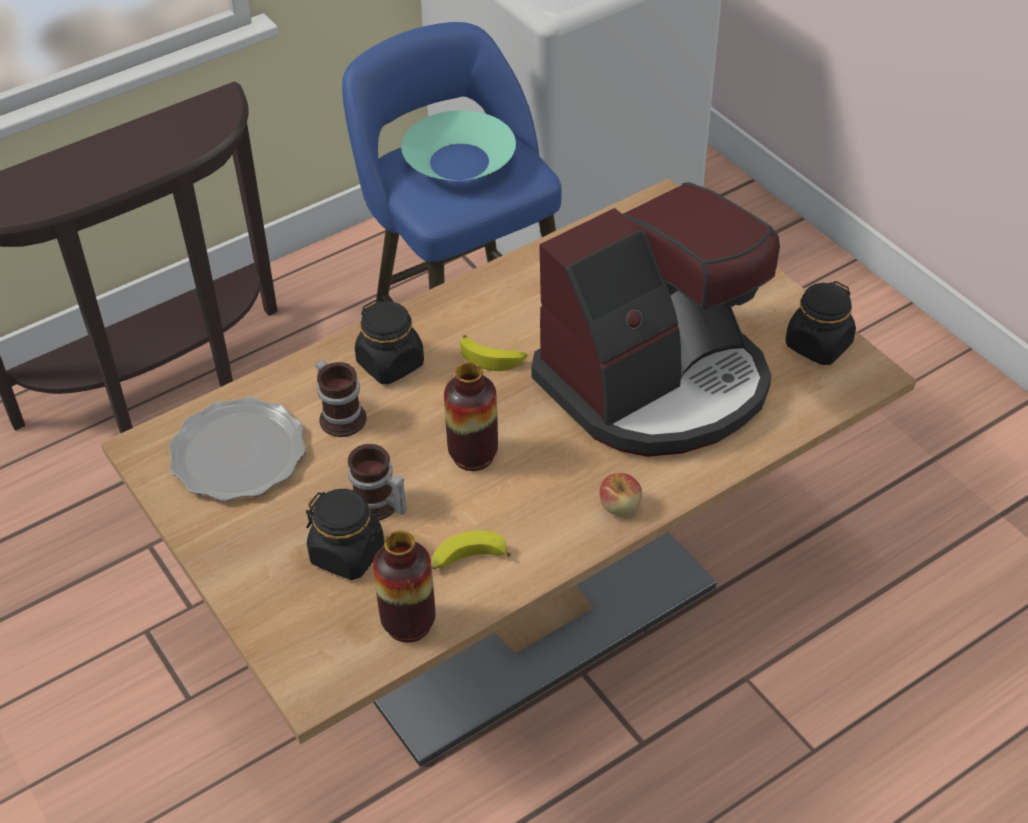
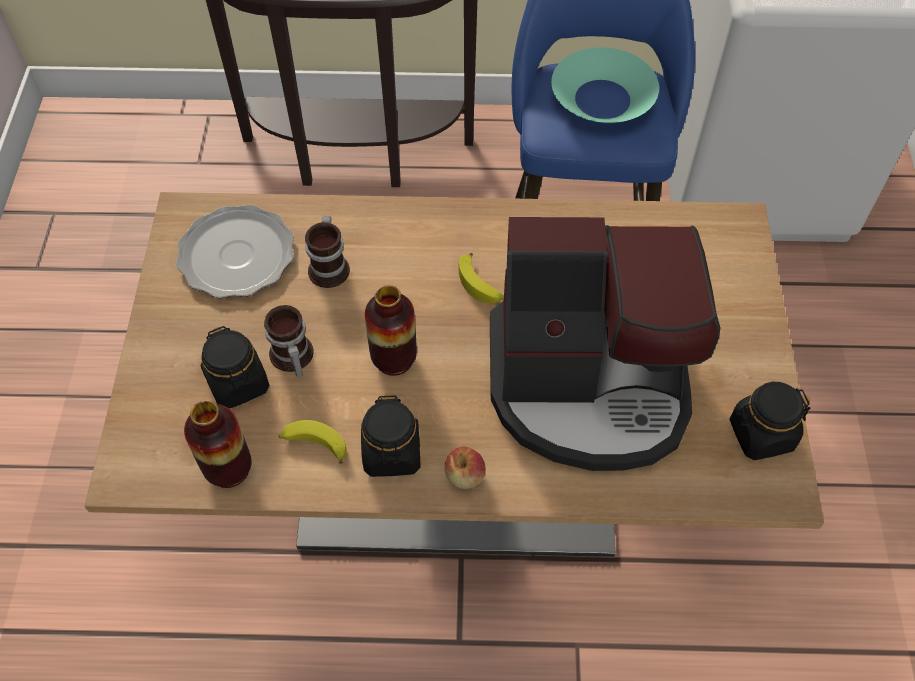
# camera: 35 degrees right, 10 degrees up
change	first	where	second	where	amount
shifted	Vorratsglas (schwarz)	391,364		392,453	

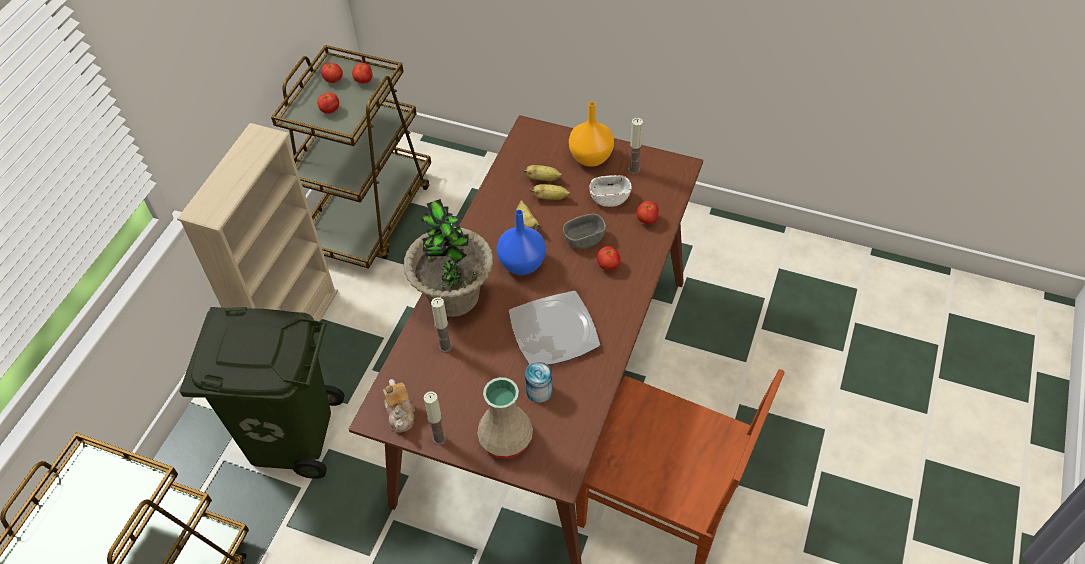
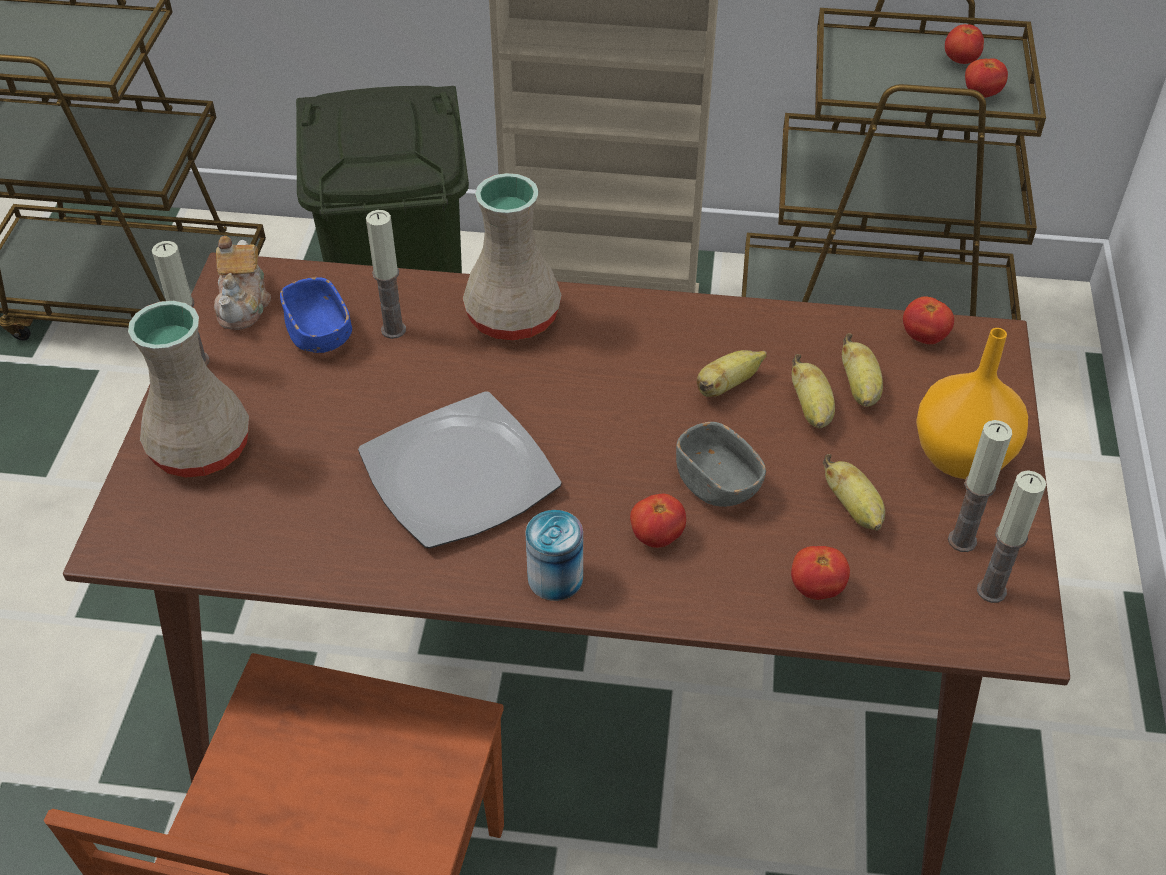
# camera: 75 degrees right, 5 degrees down
change	first	where	second	where	amount
shifted	Tomate	330,110		924,337	
swapped	Schüssel (weiß)	609,198	Banane	854,509	
swapped	Topfpflanze	453,296	Vase (beige)	510,317	
gone	Vase (blau)	523,264			
shifted	Dose	539,391		555,578	
rotated	Teekanne	401,413		244,304	60 degrees counterclockwise
new			Schüssel (blau)	319,334	
new			Kerze	991,591	

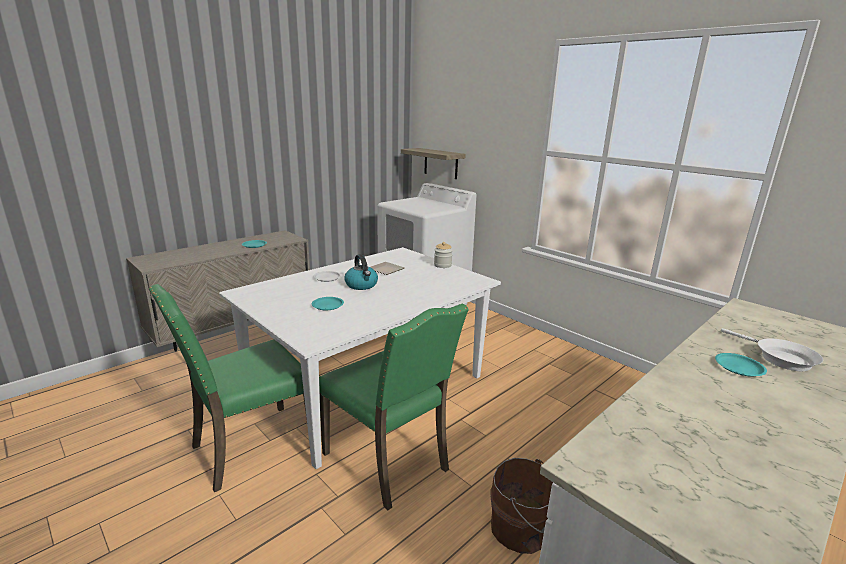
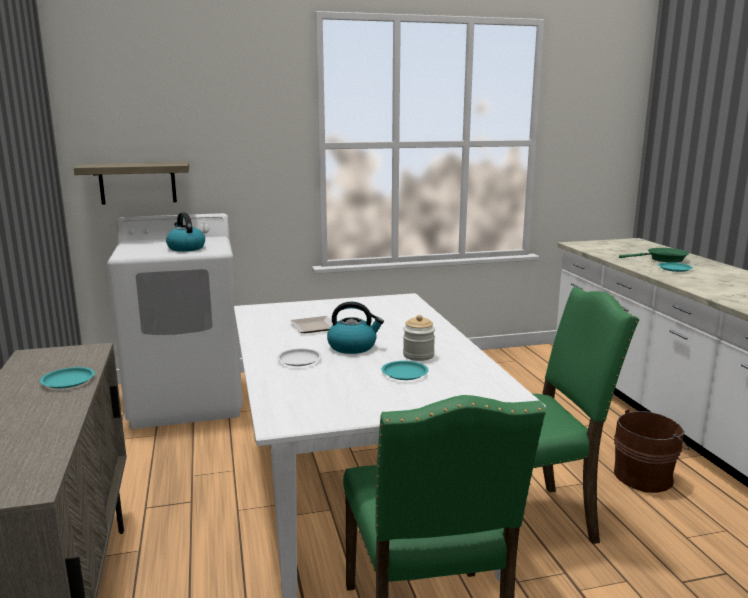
# camera: 60 degrees left, 5 degrees down
change	first	where	second	where	amount
shifted	Vorratsglas	442,265		418,355	
repainted	Pfanne (weiß)	779,358	Pfanne (grün)	663,259	
new			Wasserkessel	185,248	

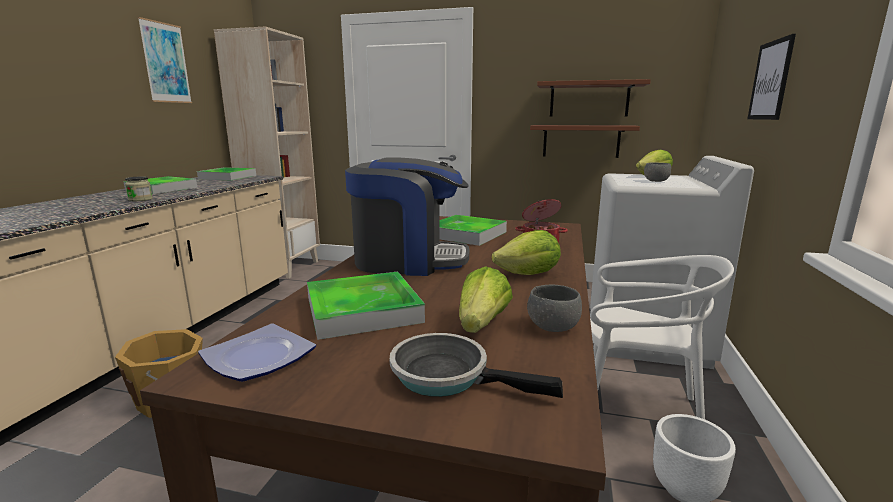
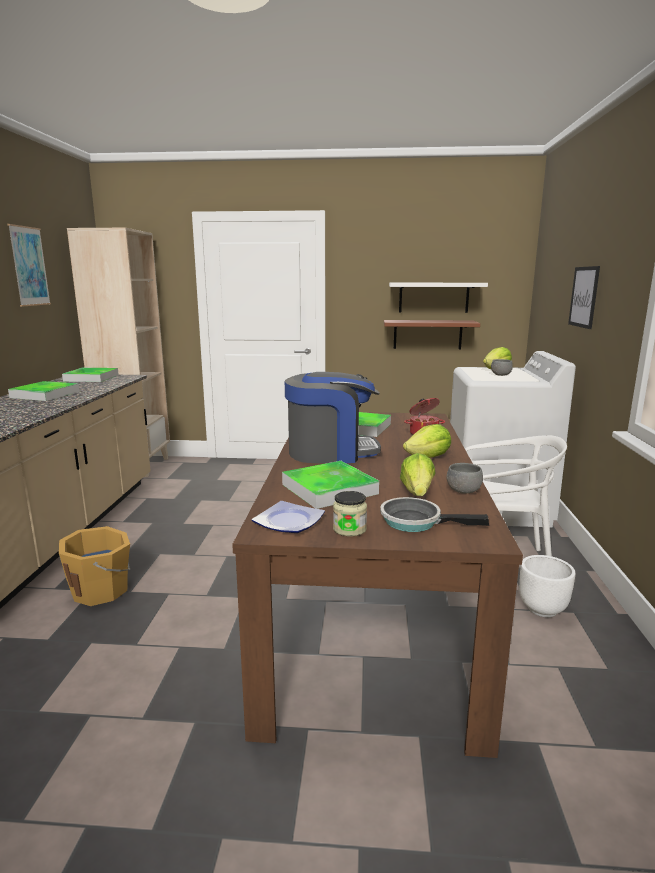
# camera: 10 degrees left, 0 degrees up
change	first	where	second	where	amount
repainted	Wandregal (braun)	589,100	Wandregal (weiß)	433,297	
shifted	Vorratsglas	140,199		349,529	

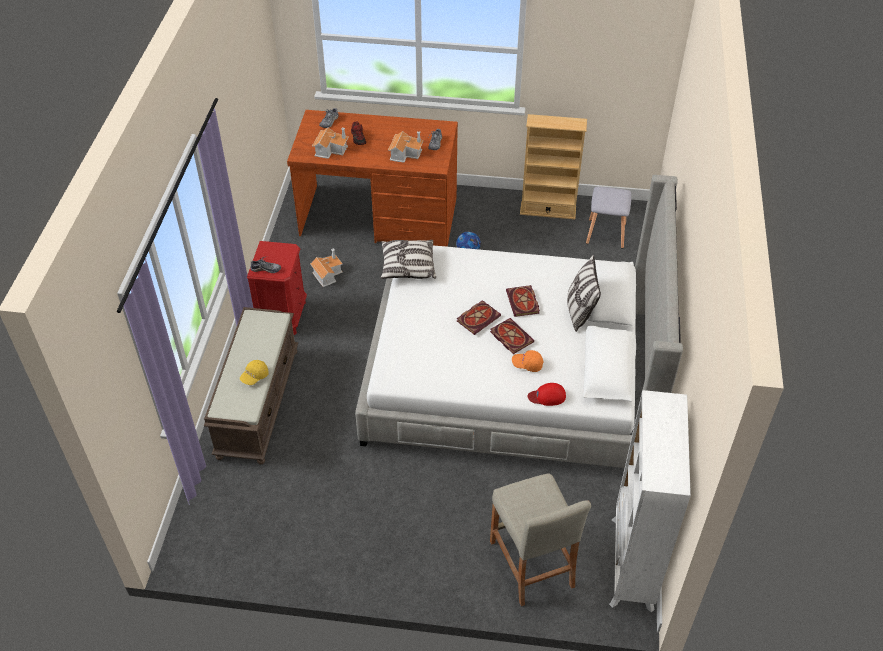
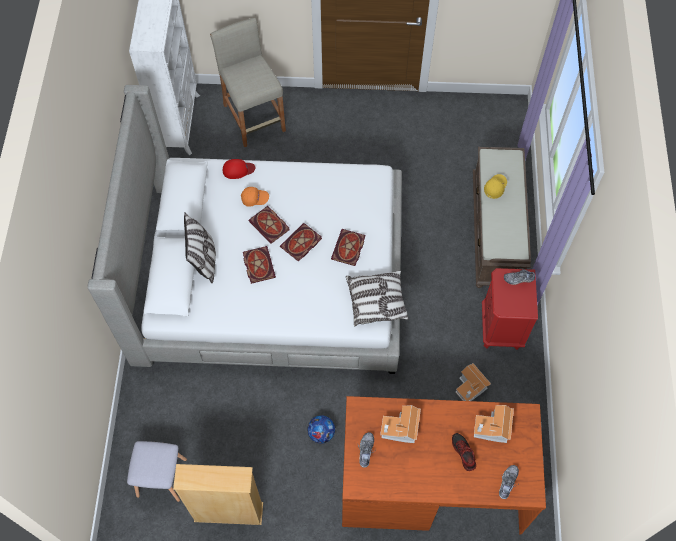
# camera: 175 degrees right, 15 degrees up
change	first	where	second	where	amount
new			Buch	349,249	

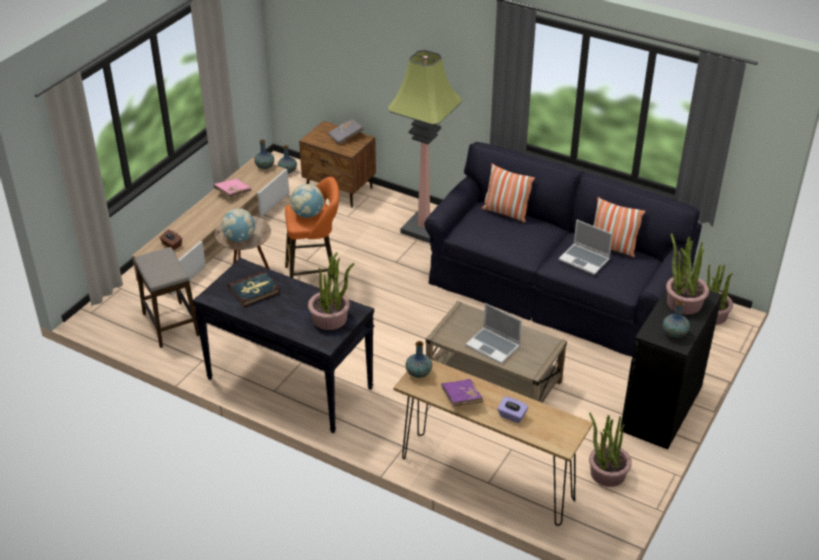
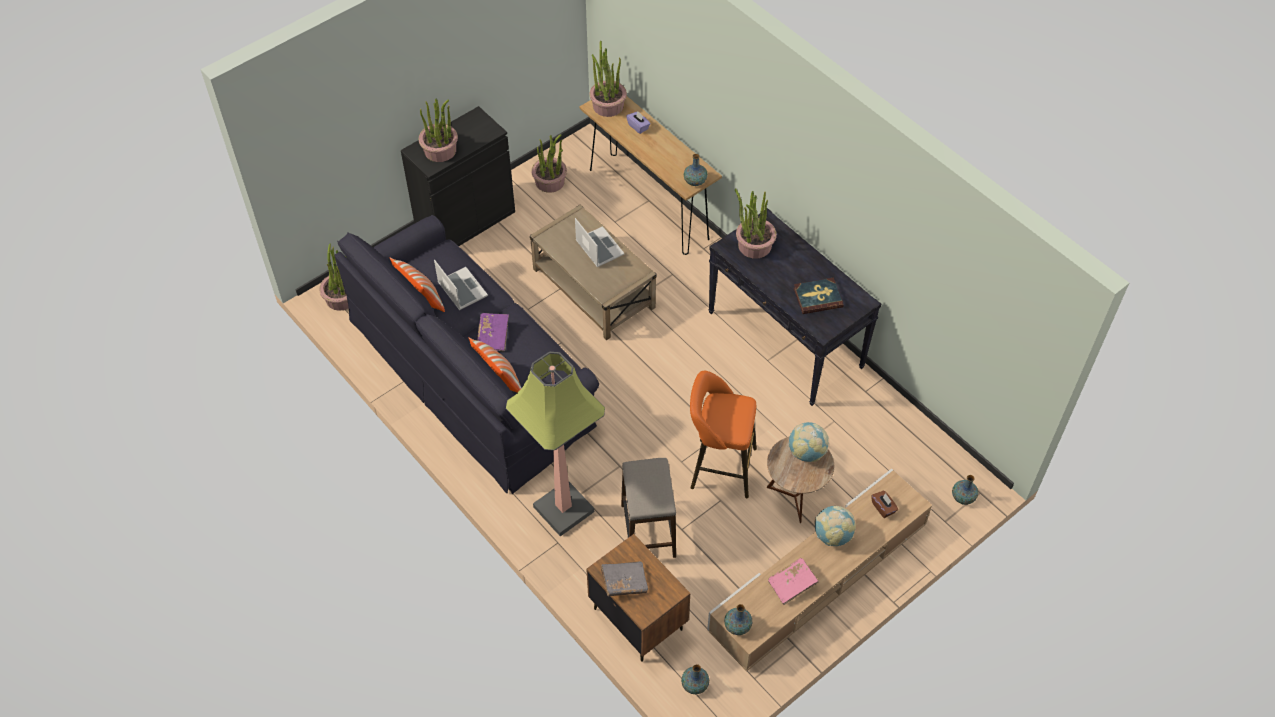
# camera: 160 degrees left, 15 degrees up
change	first	where	second	where	amount
shifted	Globus	307,214		832,535	
shifted	Hocker	170,325		648,530	
shifted	Vase	674,334		963,497	
shifted	Buch (lila)	461,398		493,336	
new			Topfpflanze	608,105	

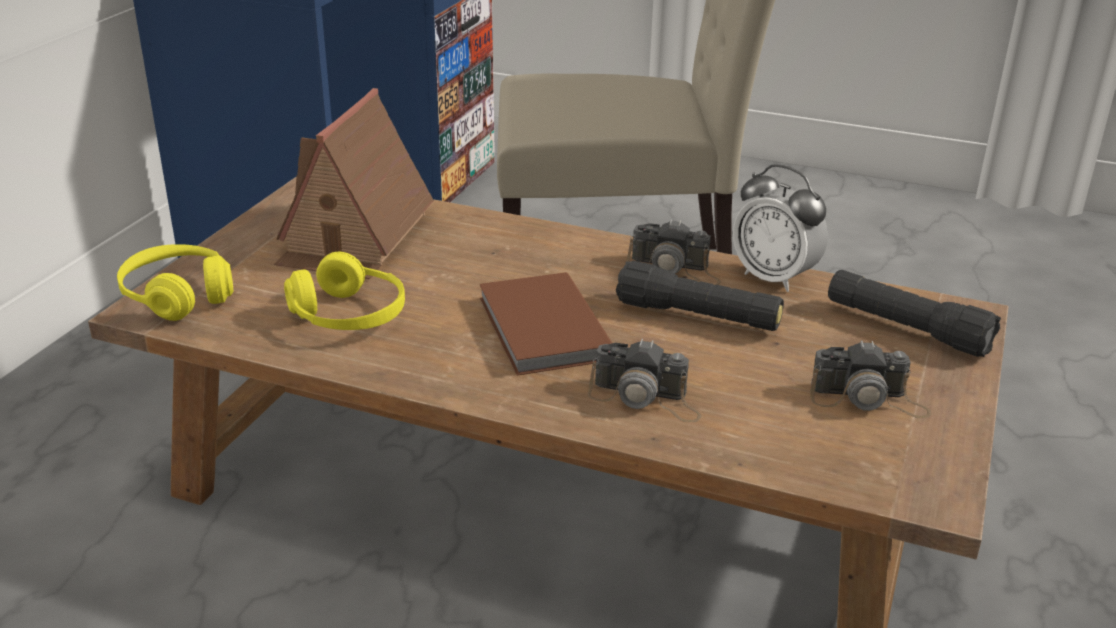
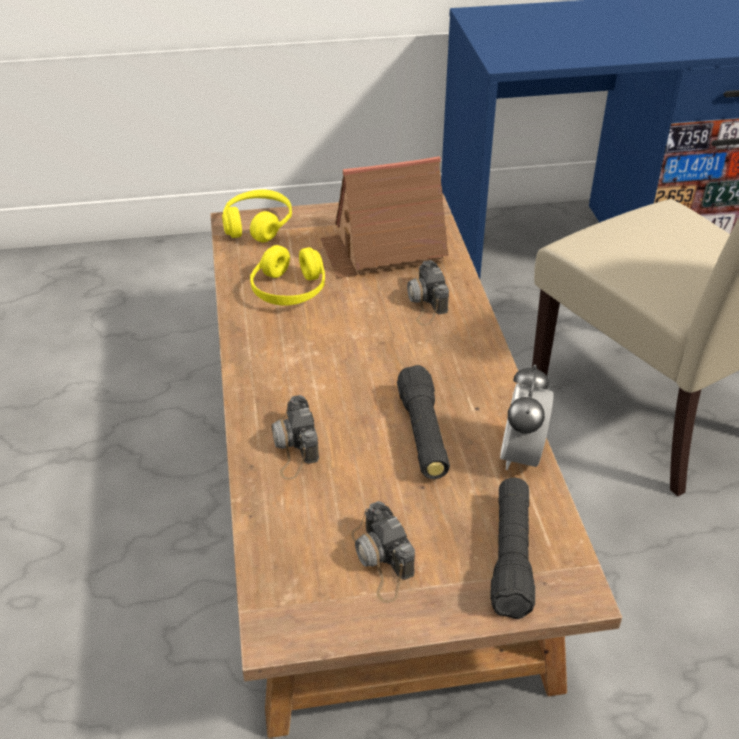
# camera: 60 degrees right, 10 degrees up
change	first	where	second	where	amount
shifted	Kamera	674,269		425,301	
gone	Buch (braun)	541,329			

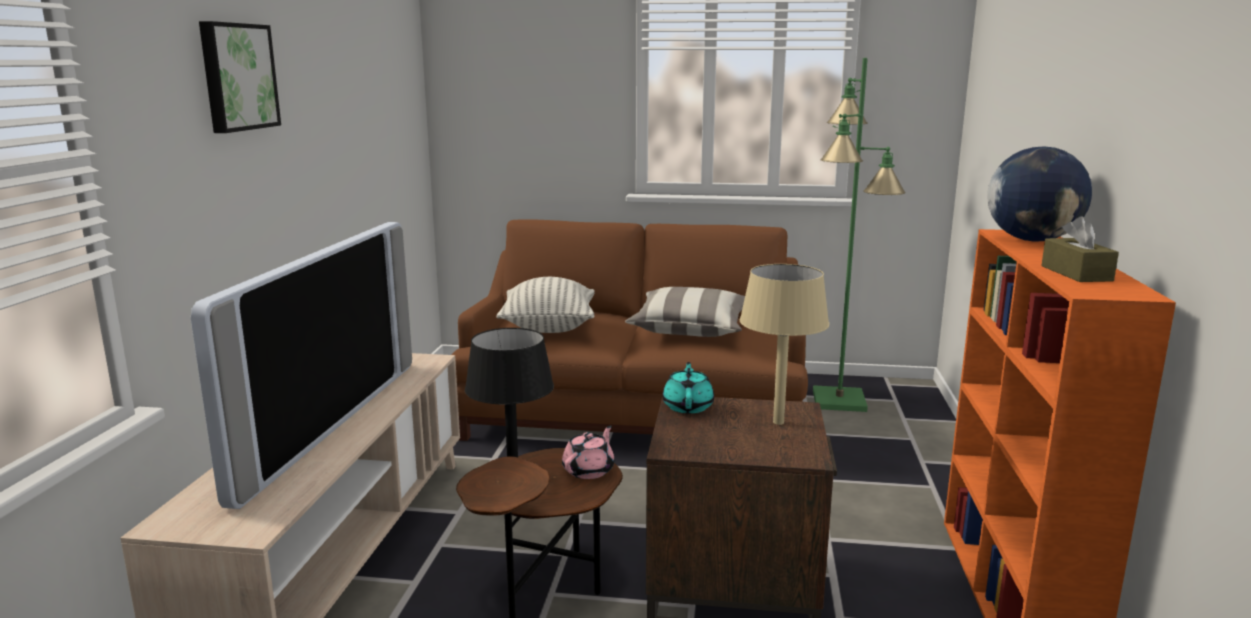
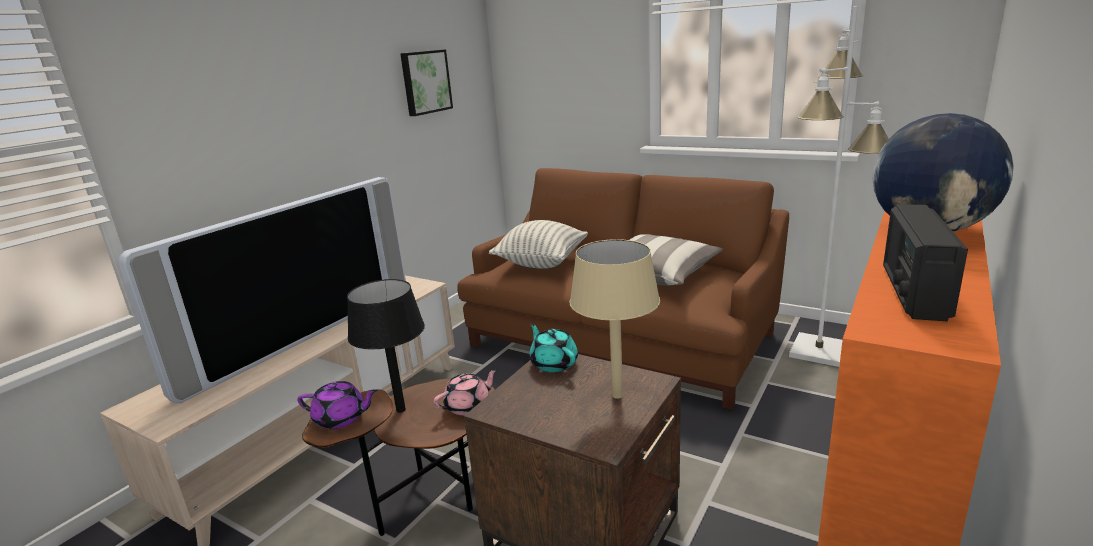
# camera: 25 degrees right, 5 degrees up
change	first	where	second	where	amount
shifted	Bild	237,77		425,82	
repainted	Stehlampe (grün)	839,400	Stehlampe (weiß)	819,351	
swapped	Taschentuchbox (braun)	1076,273	Radio	913,291	
rotated	Teekanne (türkis)	688,406		553,363	60 degrees counterclockwise
new			Teekanne (lila)	341,418	

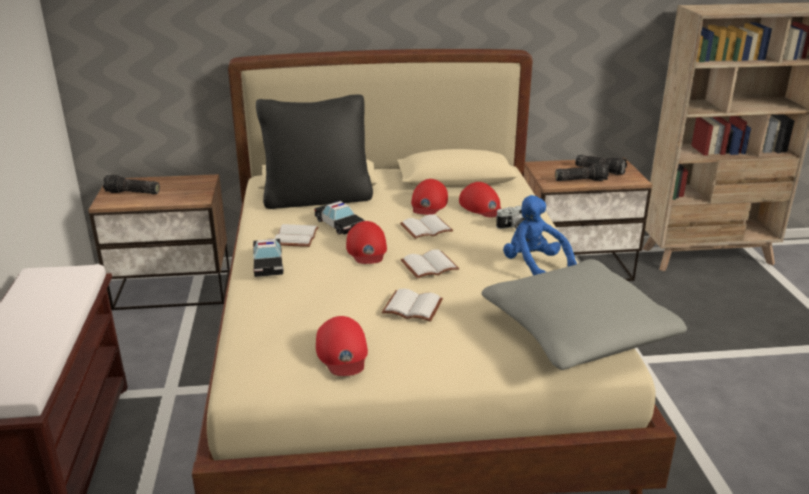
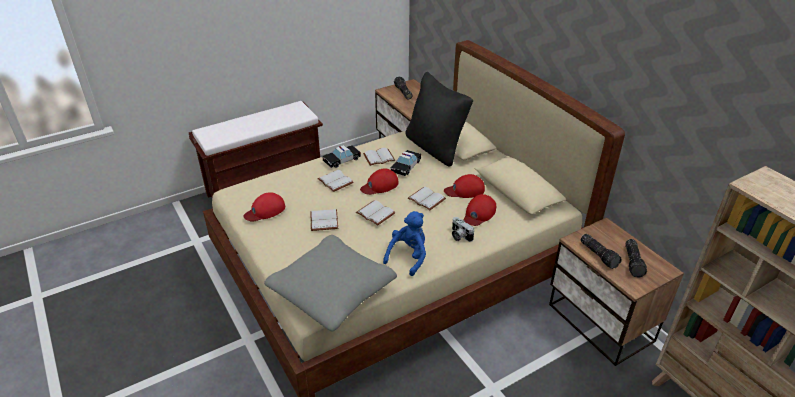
# camera: 65 degrees right, 10 degrees up
change	first	where	second	where	amount
new			Buch (weiß)	334,181	

